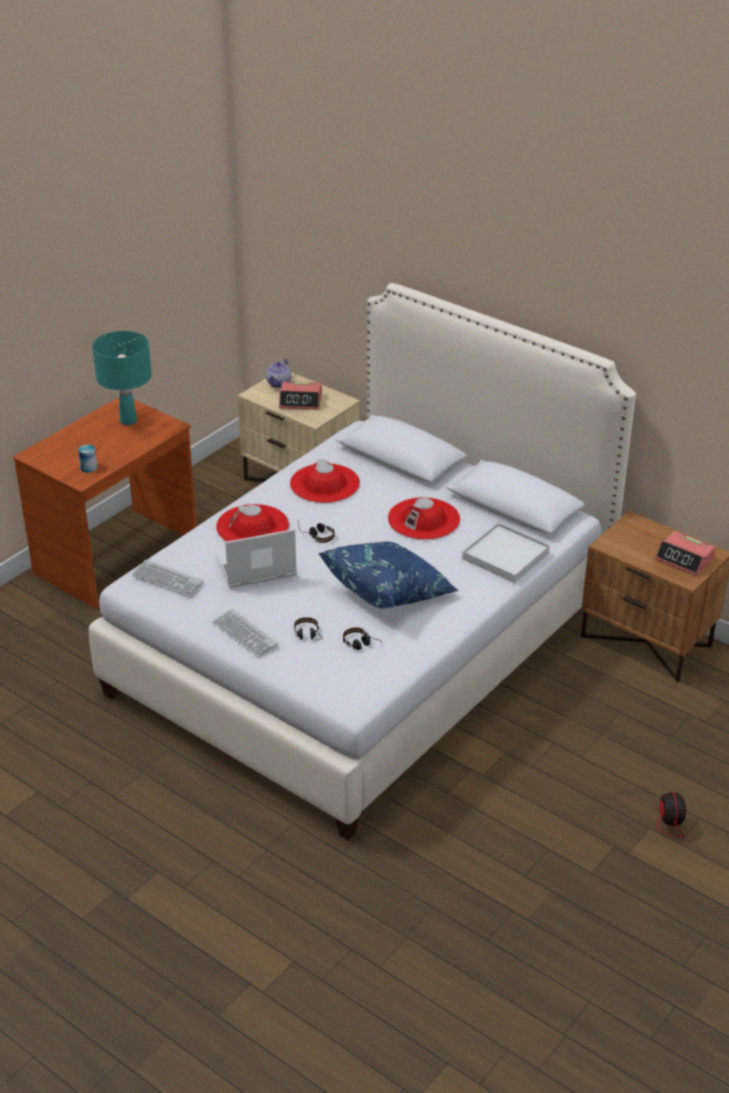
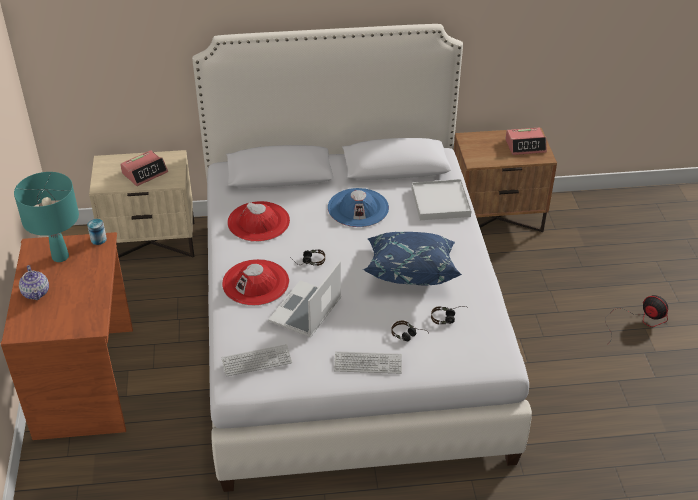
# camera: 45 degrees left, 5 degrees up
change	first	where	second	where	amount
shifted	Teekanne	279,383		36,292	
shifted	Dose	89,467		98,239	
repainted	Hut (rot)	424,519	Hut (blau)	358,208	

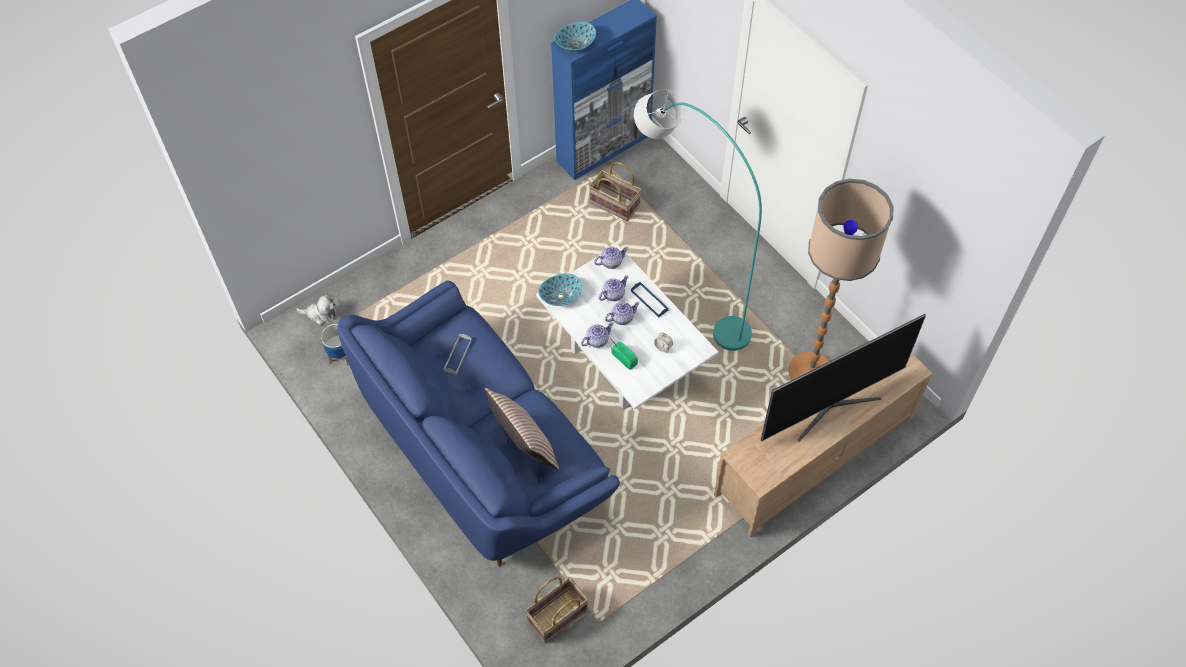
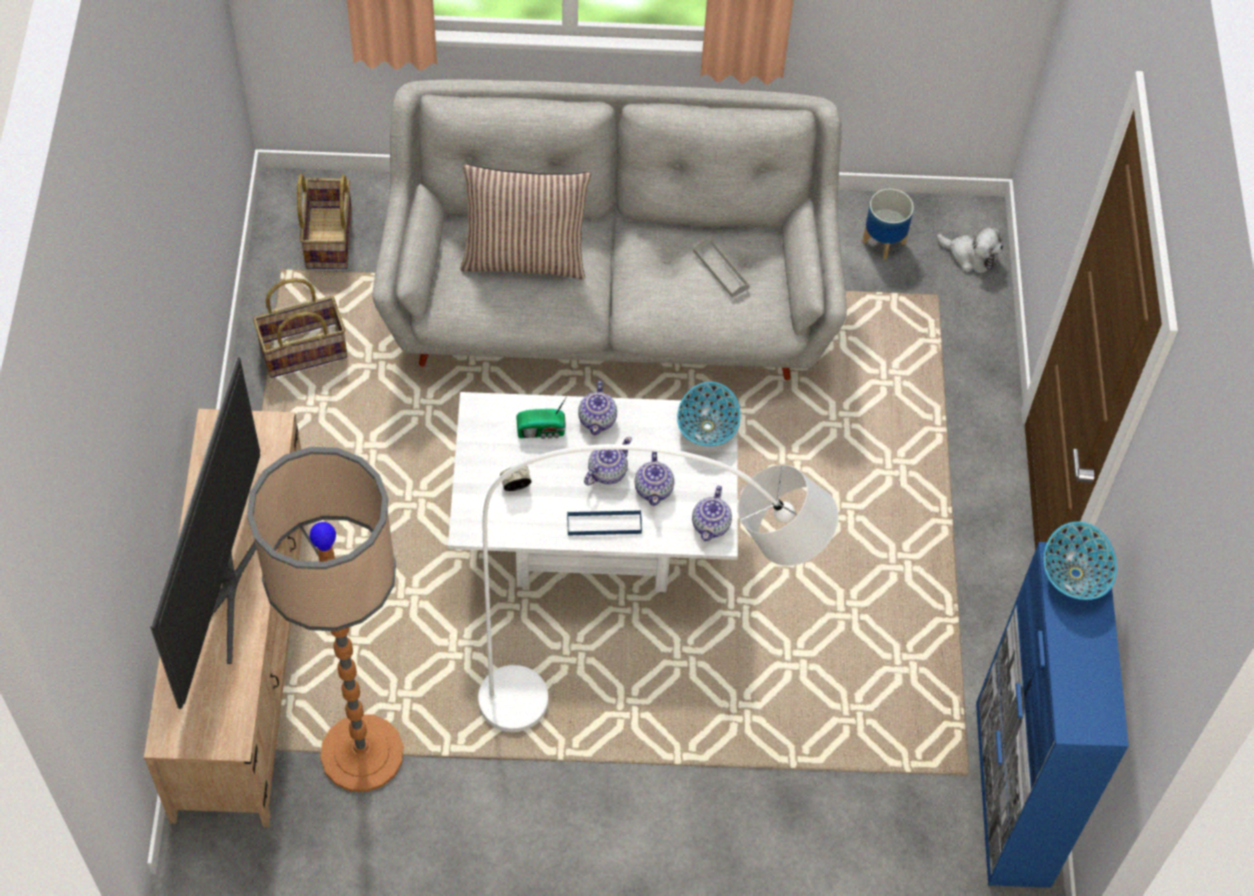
# camera: 125 degrees right, 0 degrees up
change	first	where	second	where	amount
repainted	Stehlampe (türkis)	686,287	Stehlampe (weiß)	645,705	
shifted	Korb	614,205		303,350	
repainted	Sofa (blau)	483,448	Sofa (grau)	610,302	
rotated	Plüschtier	320,314		970,256	105 degrees counterclockwise
rotated	Teekanne	621,318		606,472	150 degrees counterclockwise

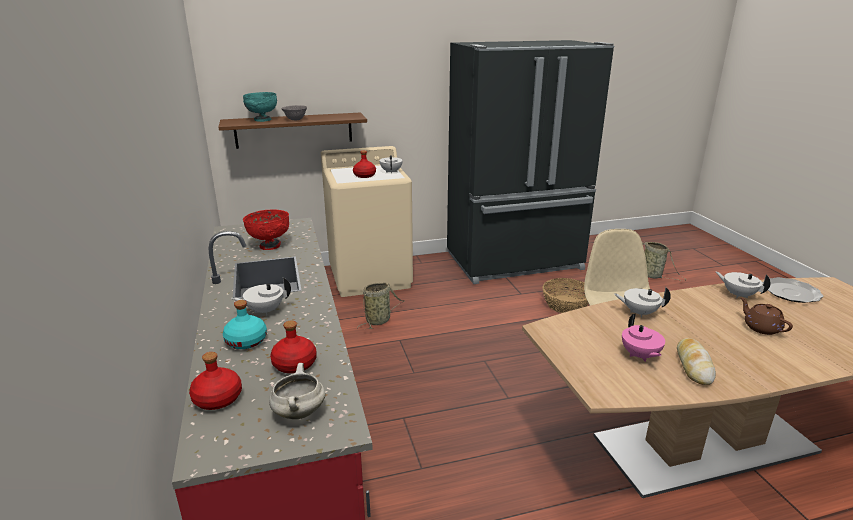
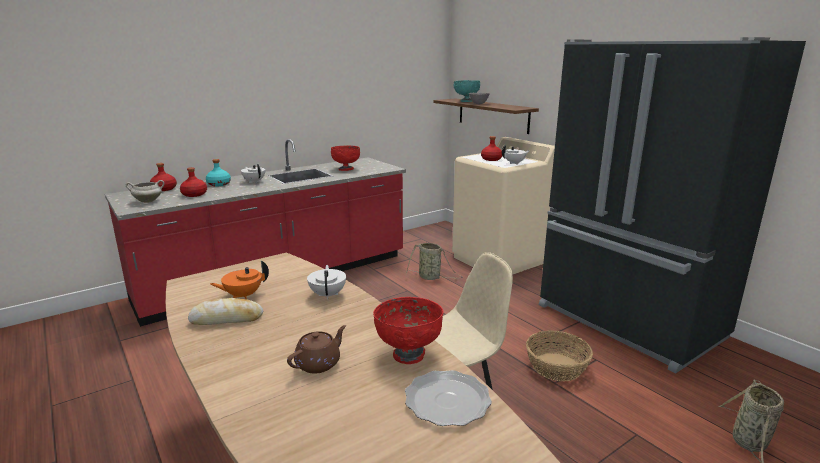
# camera: 70 degrees right, 5 degrees down
change	first	where	second	where	amount
swapped	Teekanne (weiß)	738,295	Schüssel (rot)	408,354	
repainted	Teekanne (rosa)	639,355	Teekanne (orange)	243,295	

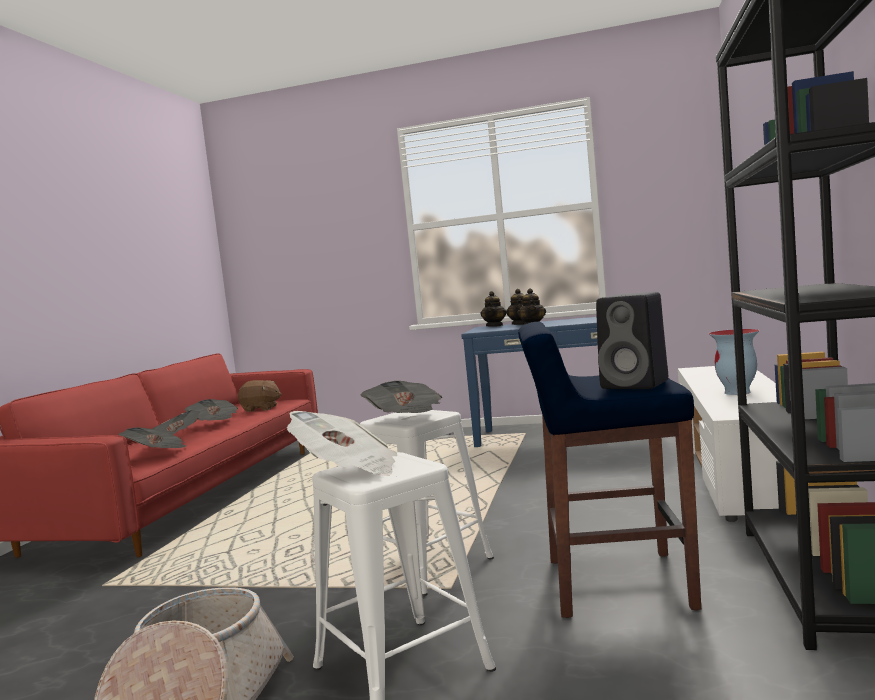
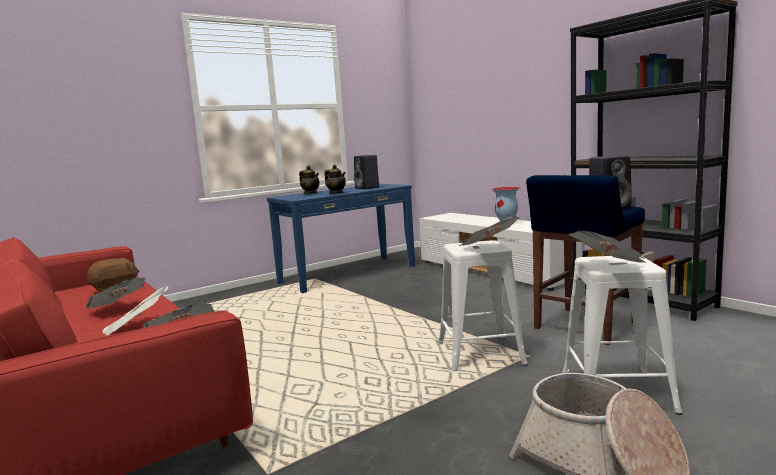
# camera: 50 degrees left, 5 degrees up
change	first	where	second	where	amount
gone	Teekanne	495,326			
new			Lautsprecher (schwarz)	367,188	

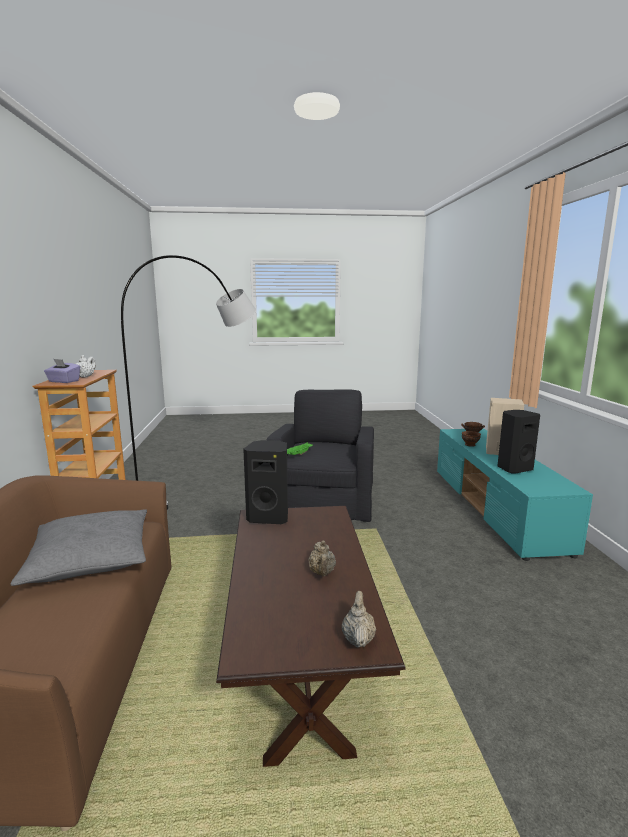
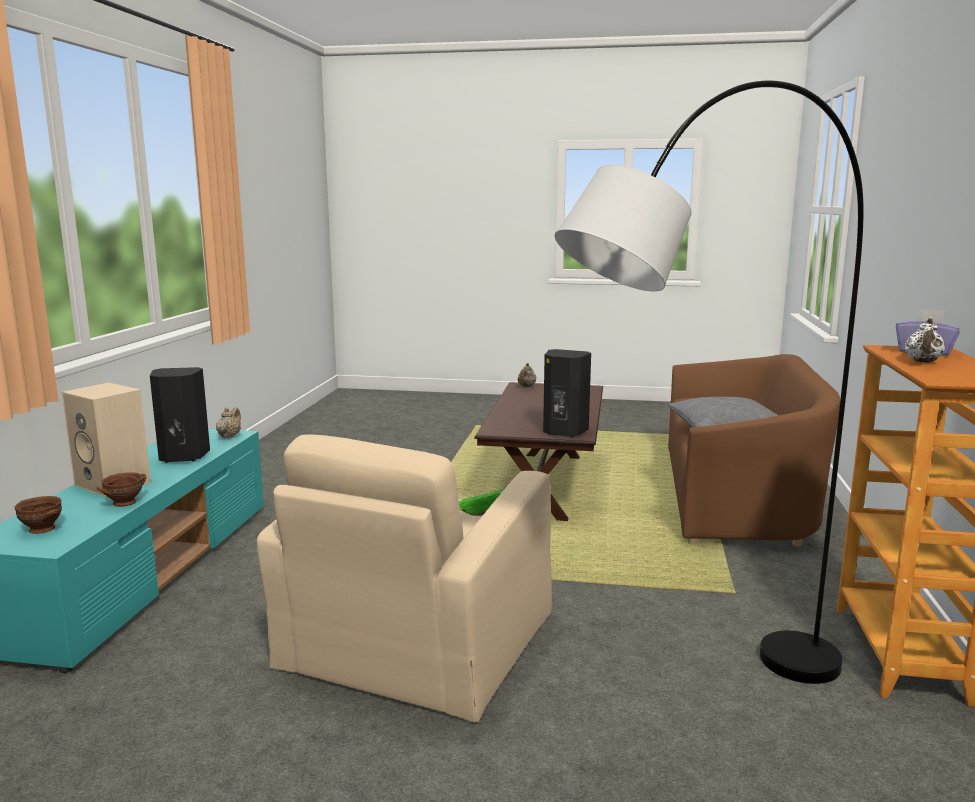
# camera: 165 degrees left, 0 degrees up
change	first	where	second	where	amount
repainted	Sessel (schwarz)	323,497	Sessel (beige)	417,641	
shifted	Teekanne (beige)	322,573		229,436	

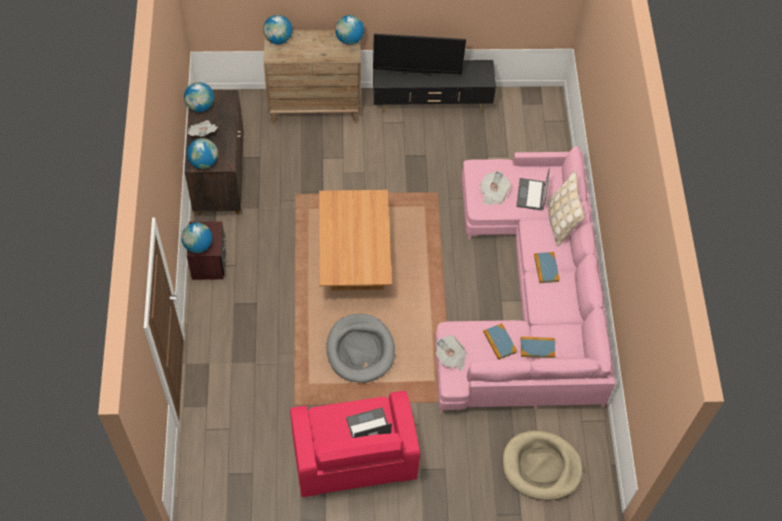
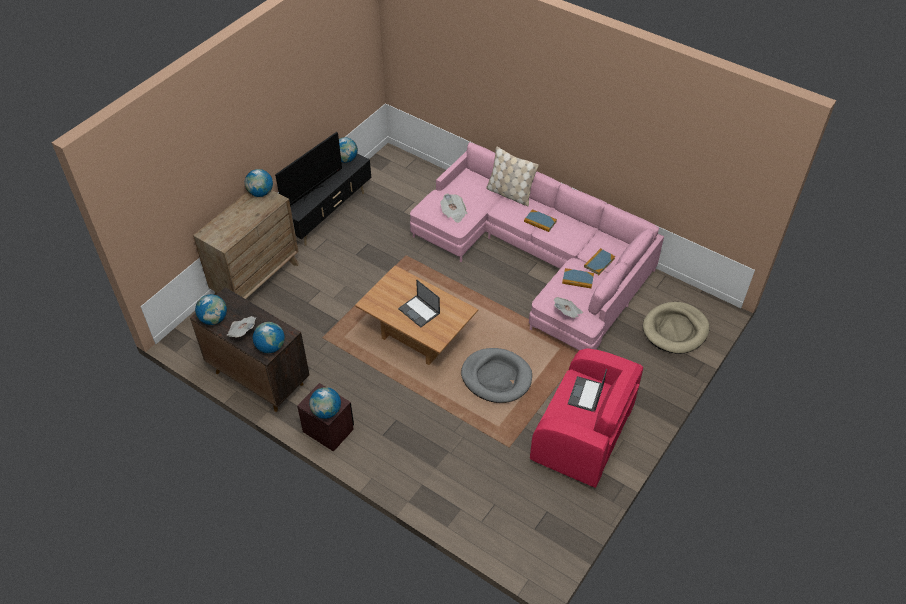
# camera: 50 degrees left, 10 degrees down
change	first	where	second	where	amount
shifted	Globus	278,39		346,159	
shifted	Laptop	531,195		419,311	

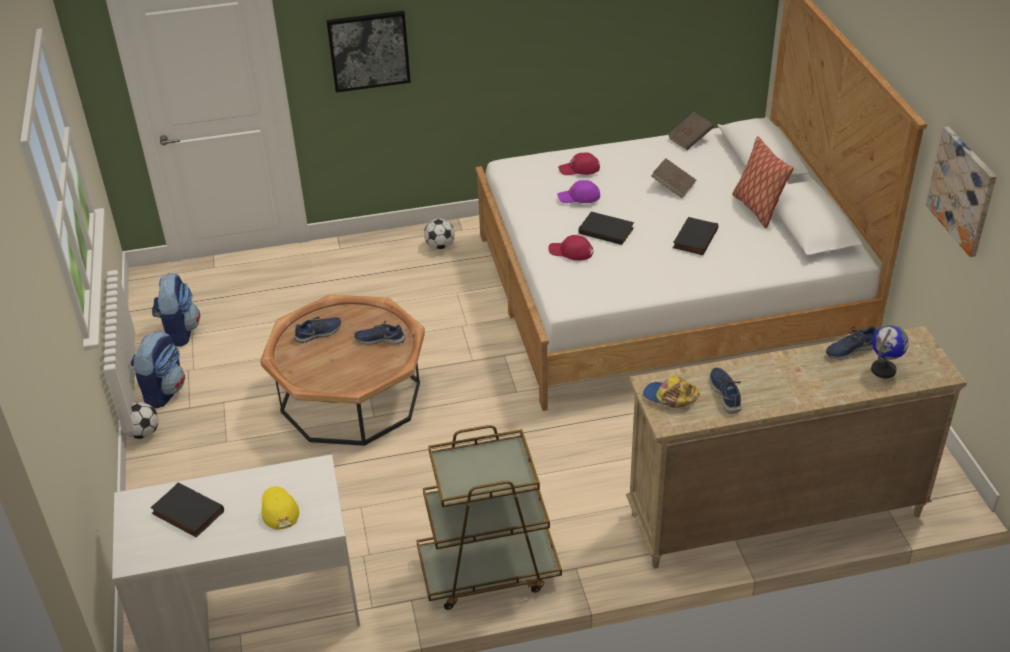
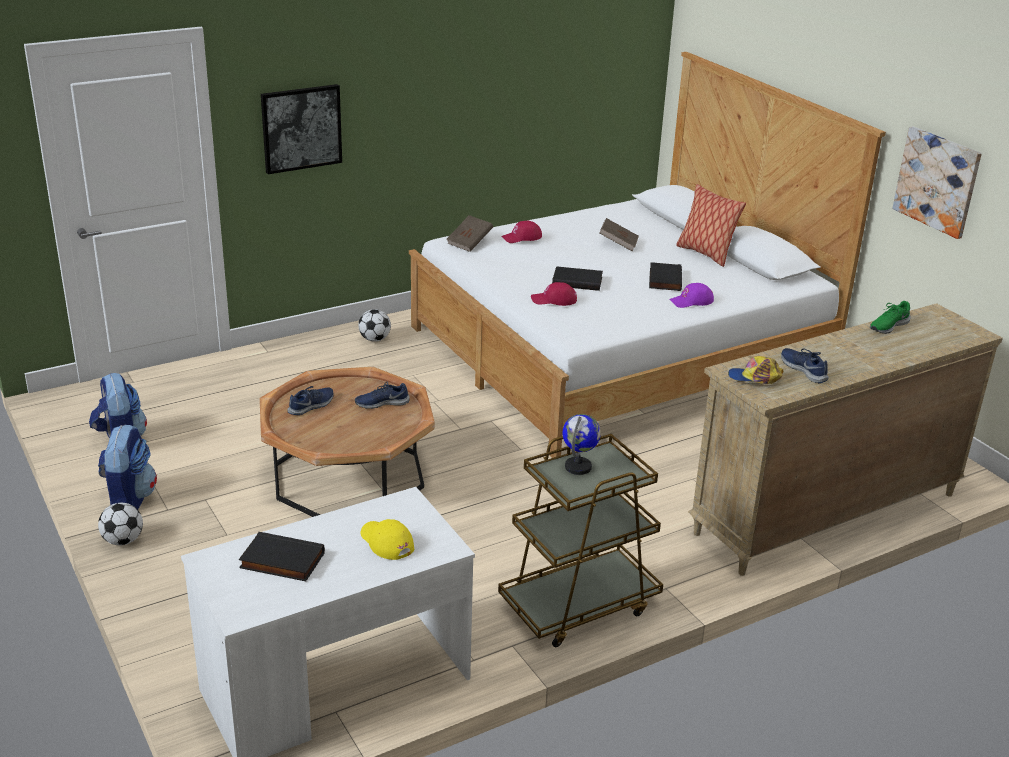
# camera: 20 degrees left, 10 degrees down
change	first	where	second	where	amount
shifted	Buch (braun)	690,139		469,243	
shifted	Kappe (lila)	579,197		691,301	
shifted	Globus	883,370		578,467	
repainted	Schuh (blau)	850,349	Schuh (grün)	888,326	

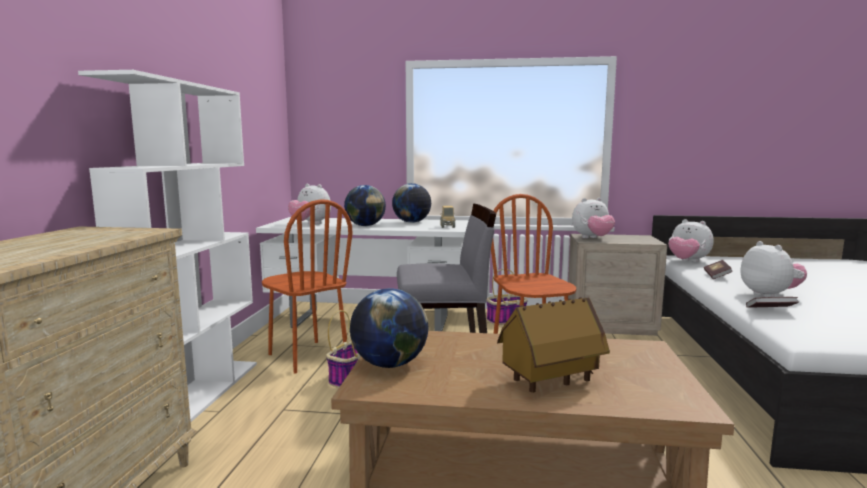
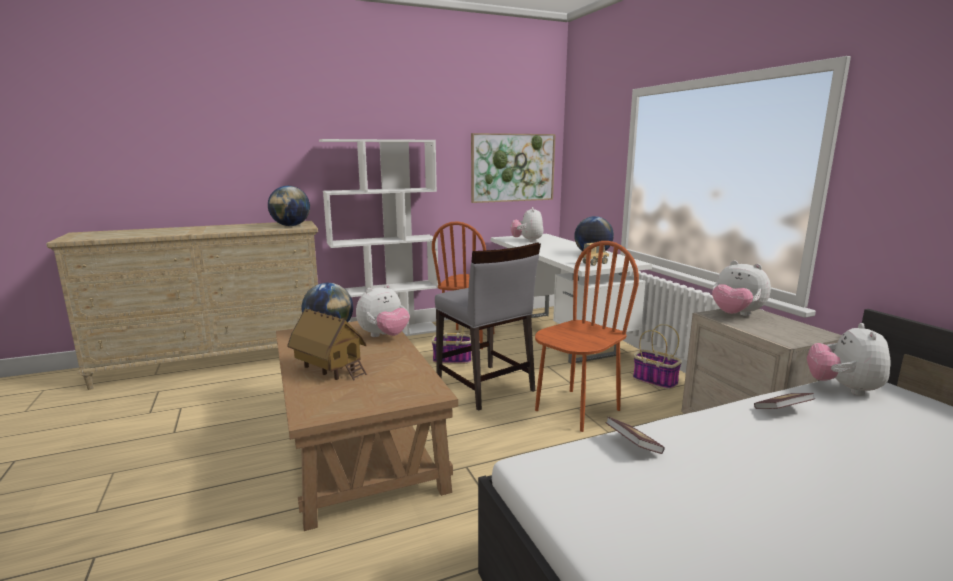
# camera: 60 degrees right, 5 degrees up
change	first	where	second	where	amount
shifted	Globus	365,226		291,226	
shifted	Plüschtier	769,295		384,336	
new			Bild	512,167	

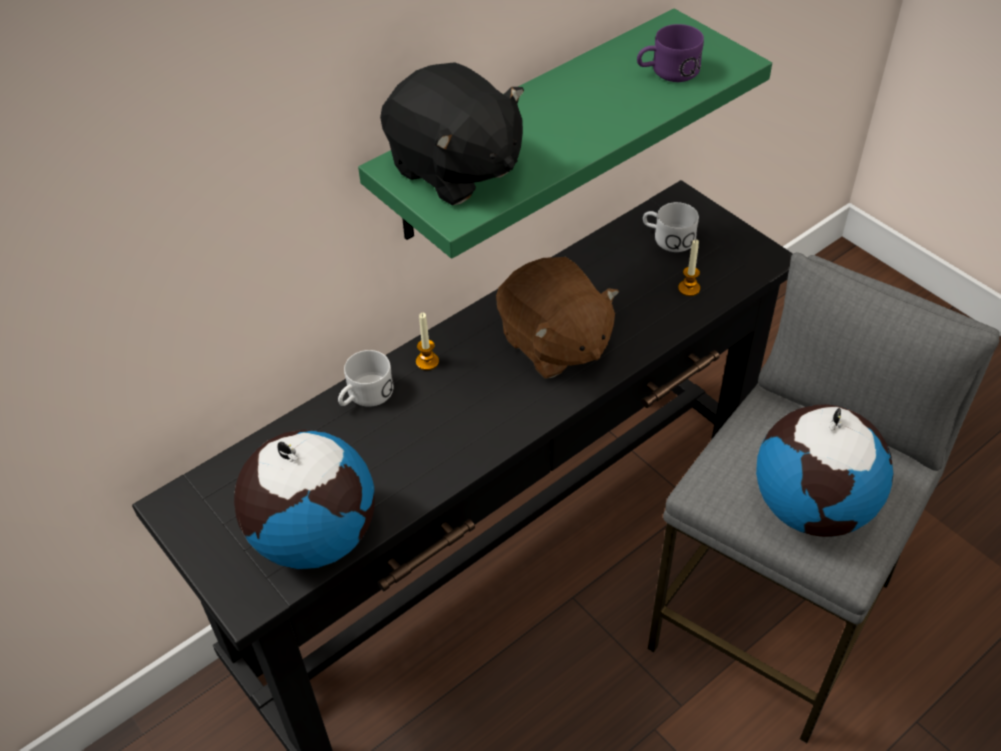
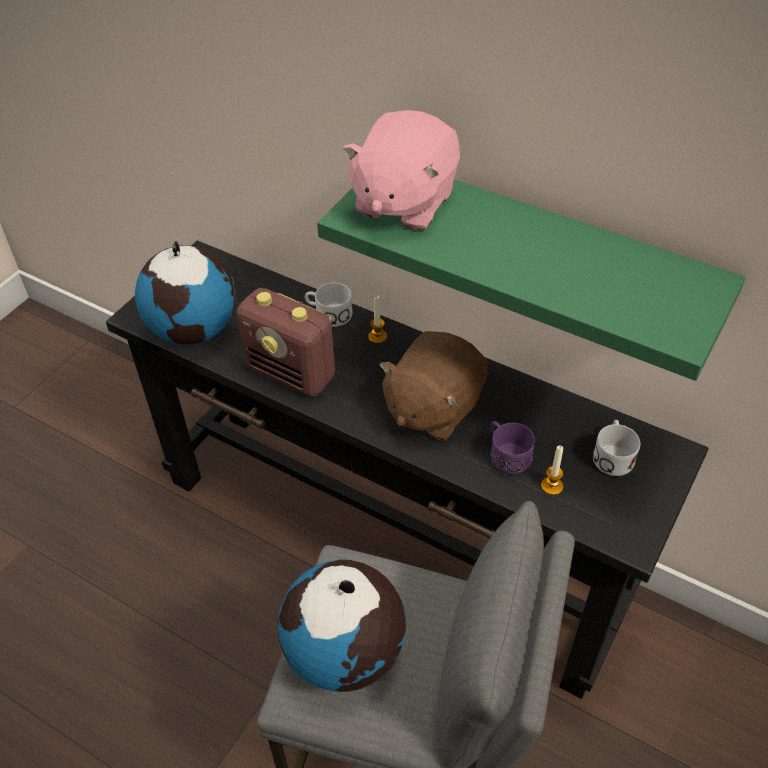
# camera: 70 degrees right, 0 degrees up
change	first	where	second	where	amount
shifted	Henkelbecher (lila)	667,71		506,454	
repainted	Plüschtier (schwarz)	455,170	Plüschtier (rosa)	403,202	
new			Radio	292,373	

